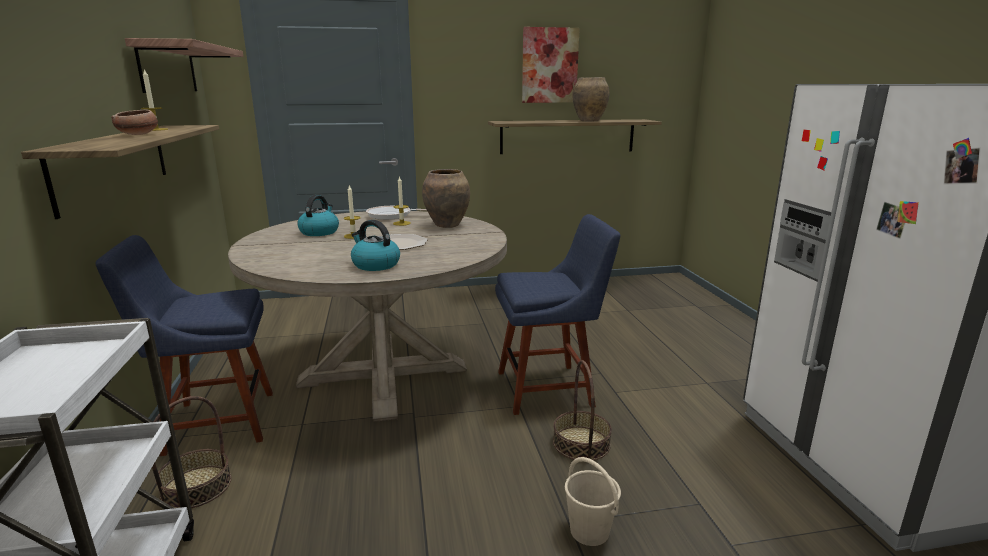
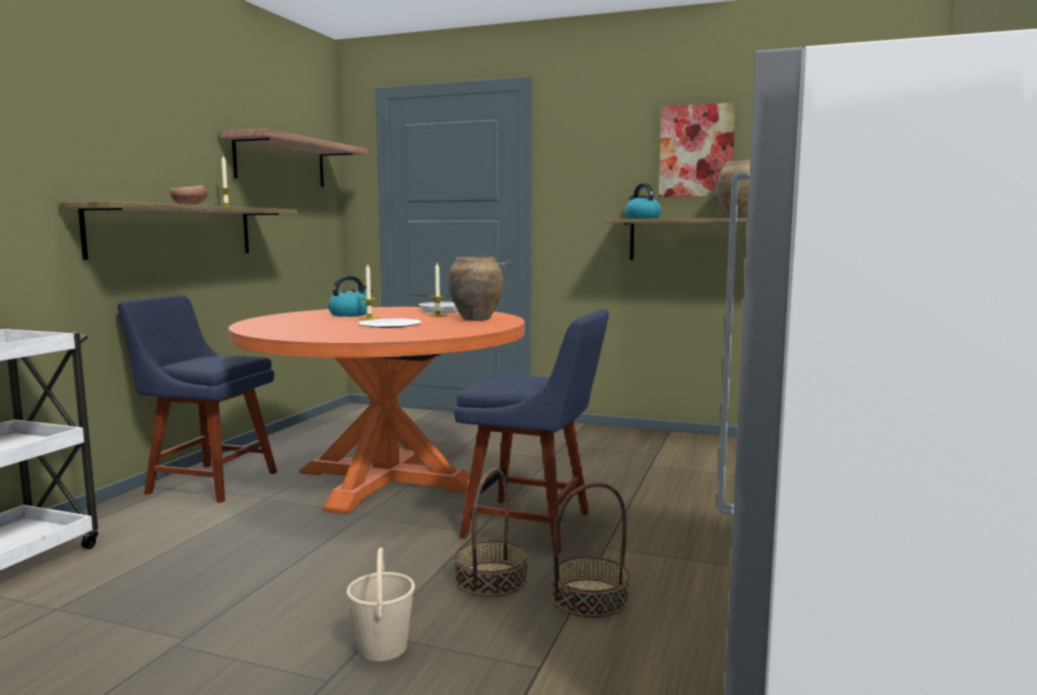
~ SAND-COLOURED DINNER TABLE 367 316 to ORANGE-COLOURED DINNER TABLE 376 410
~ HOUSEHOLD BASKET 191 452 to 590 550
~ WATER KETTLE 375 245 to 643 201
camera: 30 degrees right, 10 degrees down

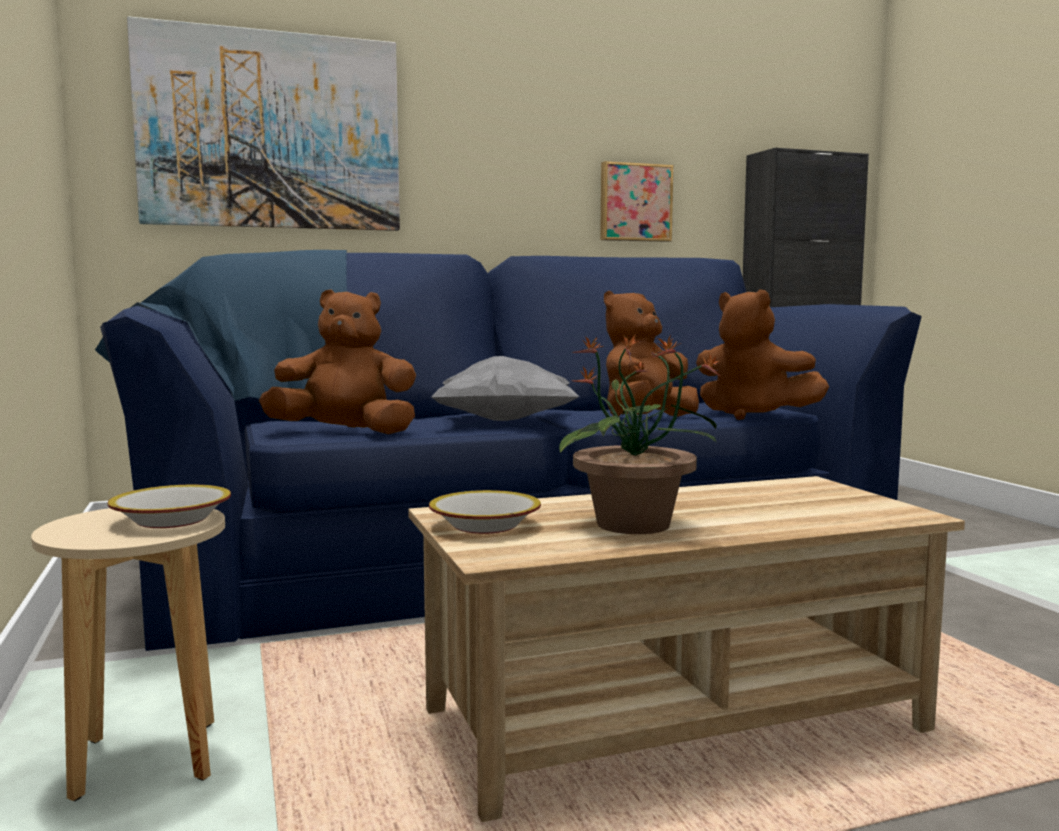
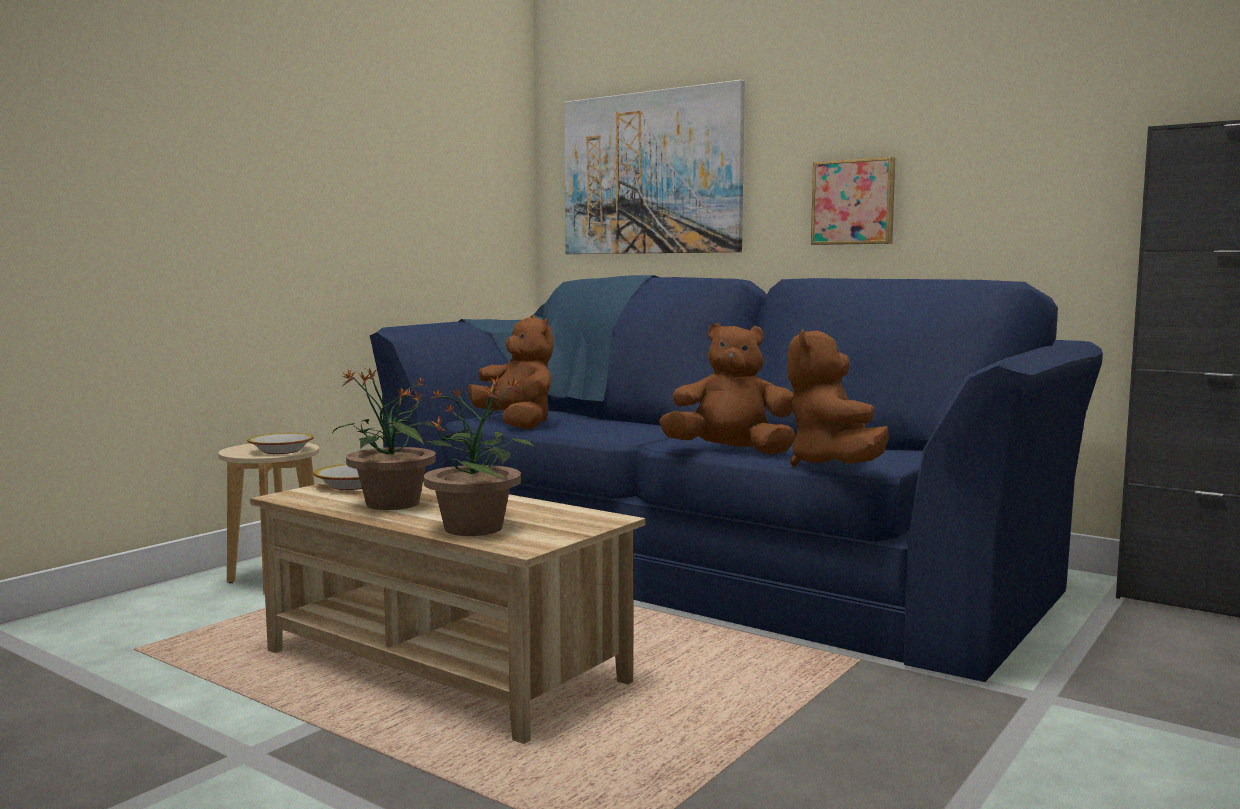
+ POTTED PLANT 479 455
~ WALL ART 637 201 to 853 201
- GREYISH THROW PILLOW 505 388
camera: 55 degrees right, 0 degrees up

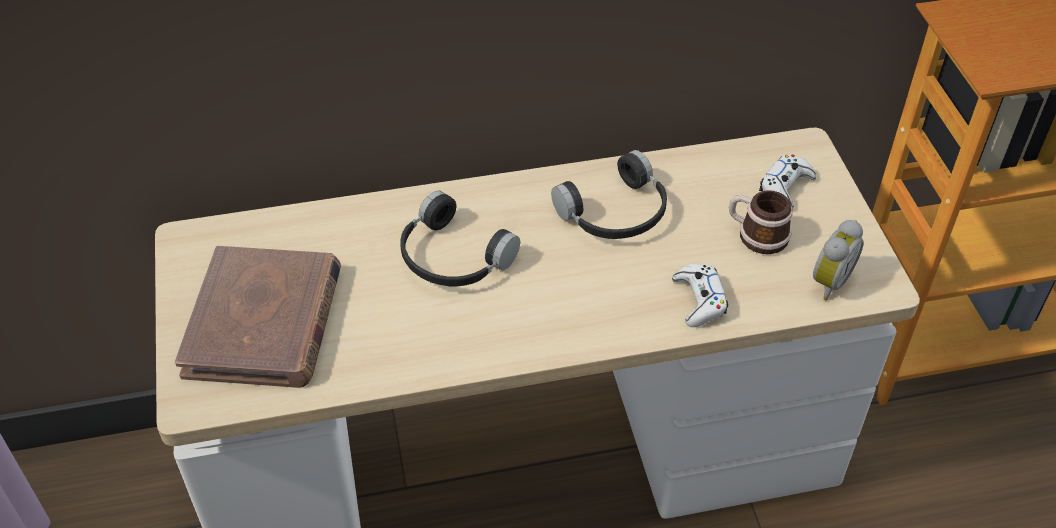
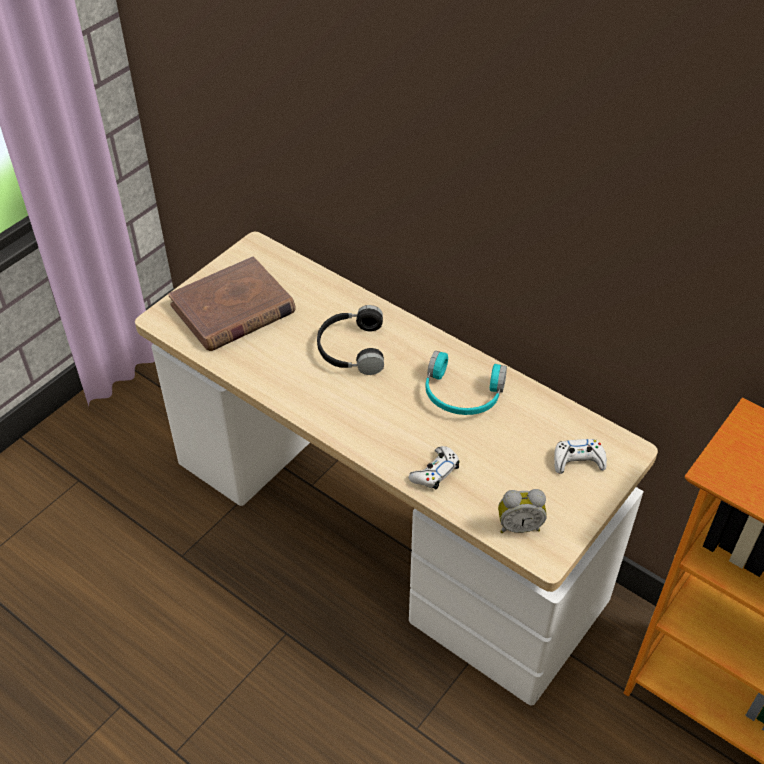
~ BLACKISH HEADSET 609 194 to TURQUOISE-COLOURED HEADSET 466 383
- COFFEE MUG 761 222
camera: 50 degrees right, 0 degrees up

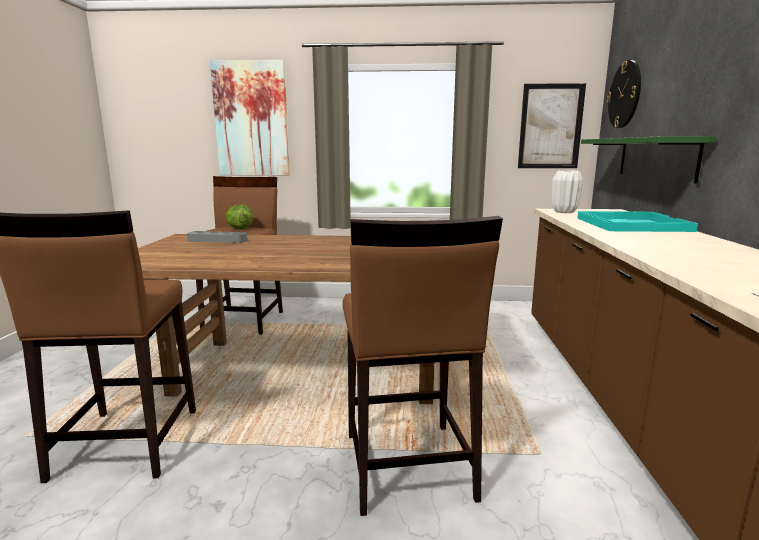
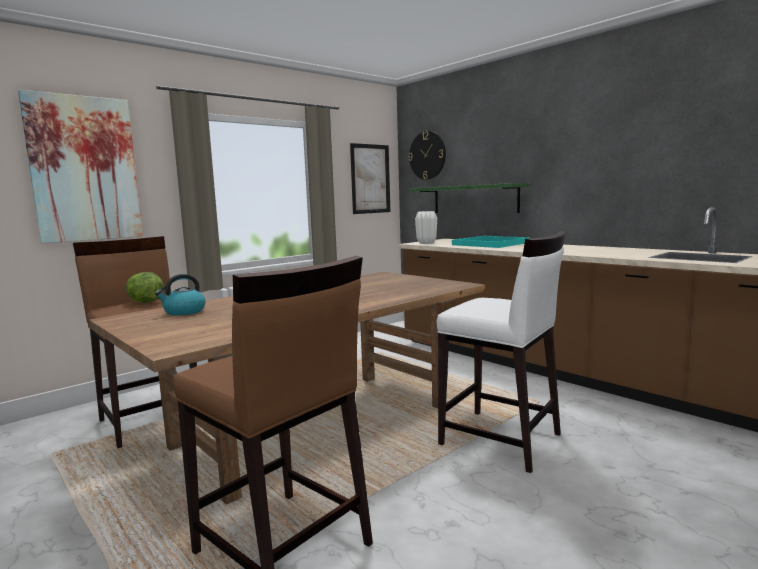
~ GREYISH TRAY 217 237 to WATER KETTLE 180 295
~ BROWN STOOL 422 366 to WHITE-COLOURED STOOL 501 352
camera: 45 degrees left, 5 degrees down

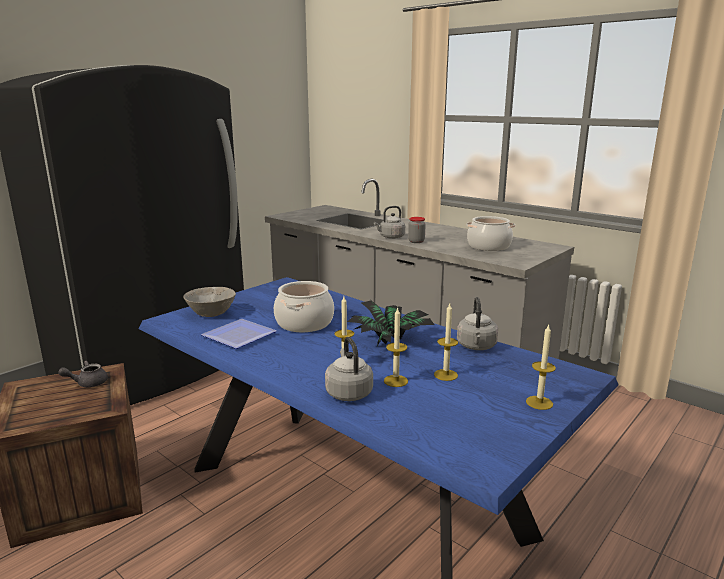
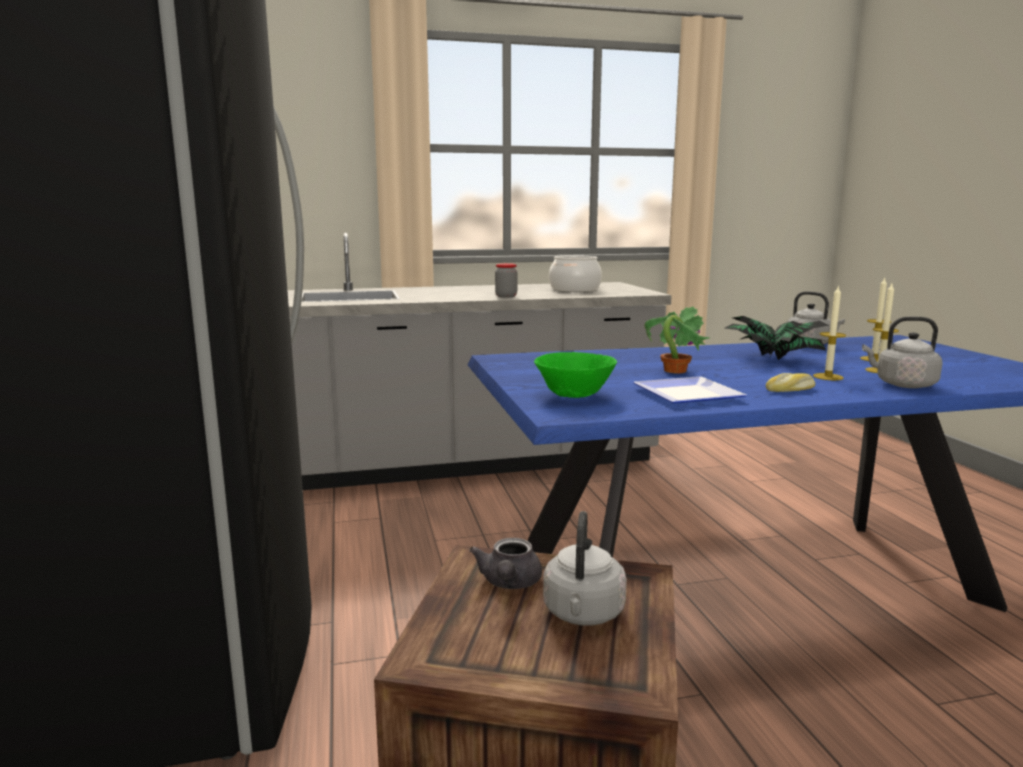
~ GREYISH SERVING BOWL 209 302 to GREEN SERVING BOWL 575 375
~ GREYISH WATER KETTLE 389 222 to 585 568
~ STOCKPOT 304 306 to POTTED PLANT 677 340
+ BAKED BREAD 790 382
- WAX CANDLE 541 367
camera: 55 degrees left, 5 degrees down

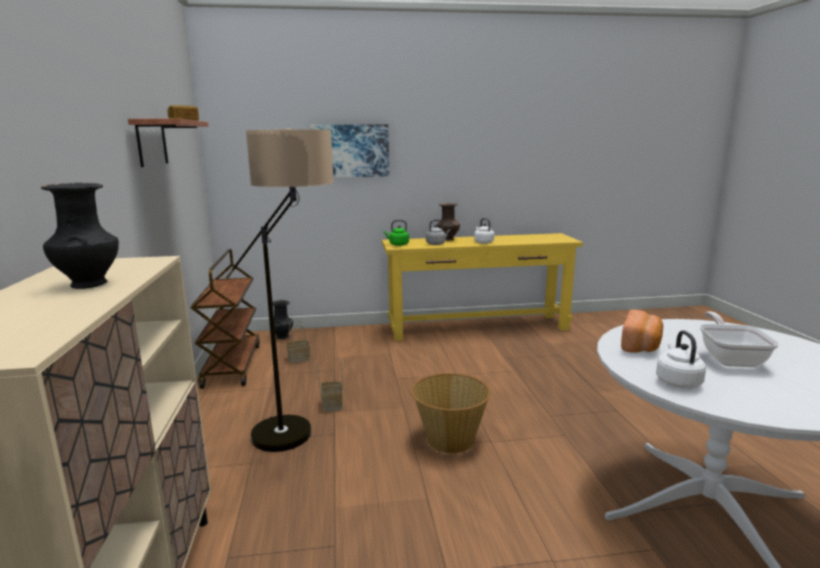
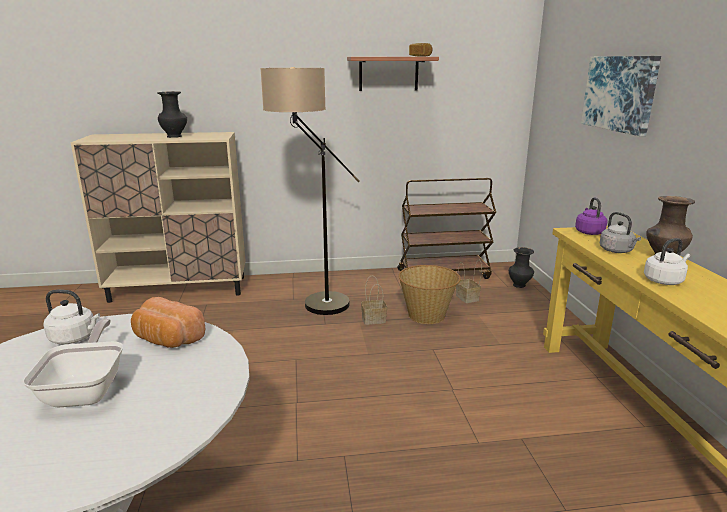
~ FRYING PAN 740 339 = 73 363 105 degrees counterclockwise
~ HOUSEHOLD BASKET 451 413 to 429 294
~ GREEN WATER KETTLE 396 233 to PURPLE WATER KETTLE 591 216
camera: 90 degrees right, 5 degrees up

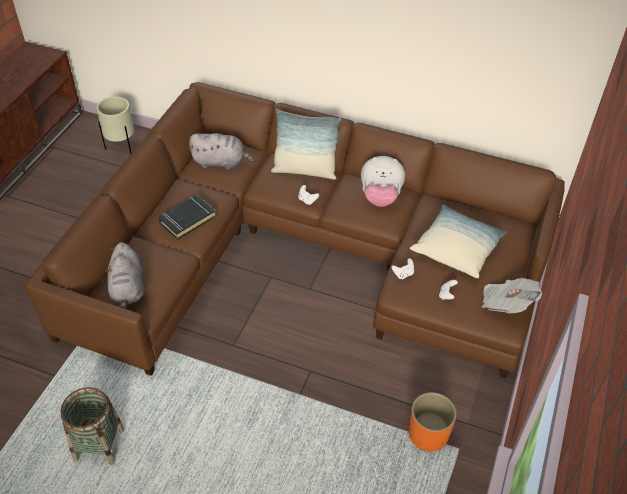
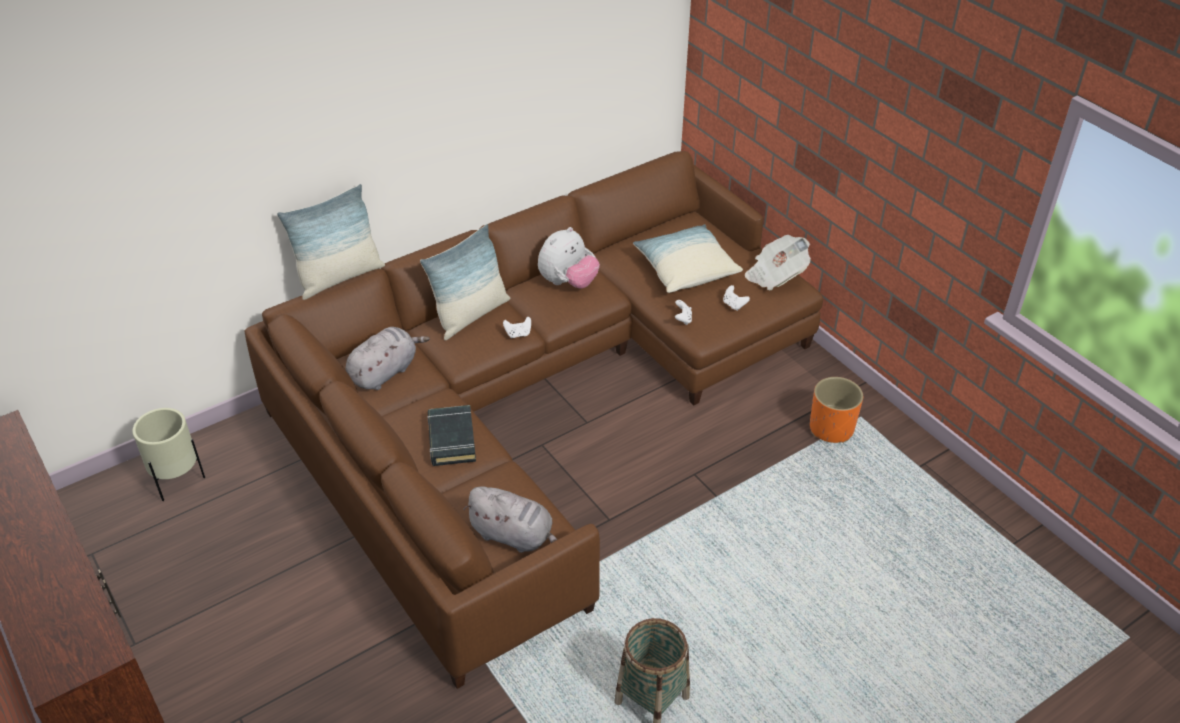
+ THROW PILLOW 331 242
camera: 55 degrees left, 5 degrees down

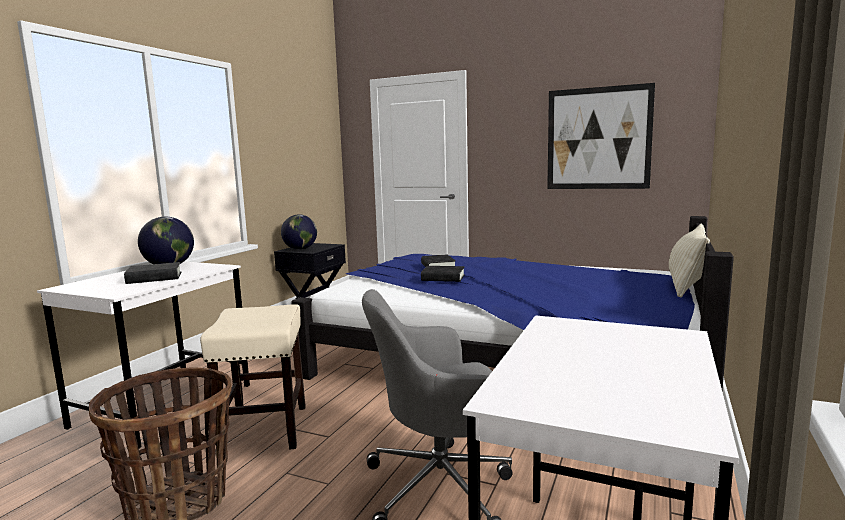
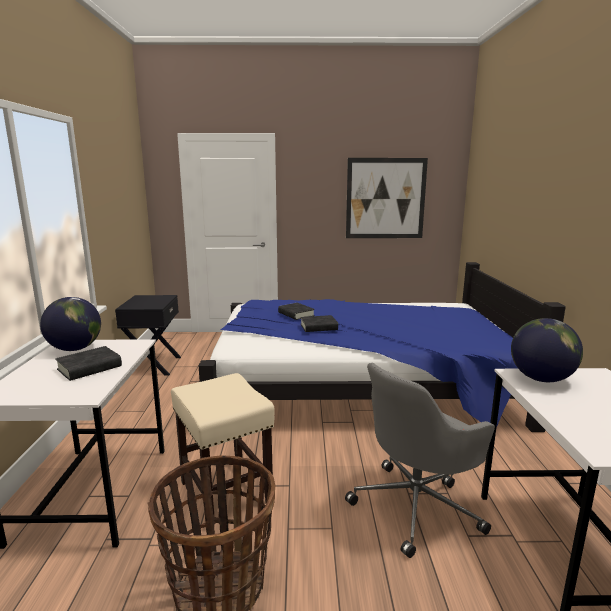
~ DESK GLOBE 299 232 to 547 350
- SAND-COLOURED THROW PILLOW 689 260
camera: 25 degrees left, 5 degrees up

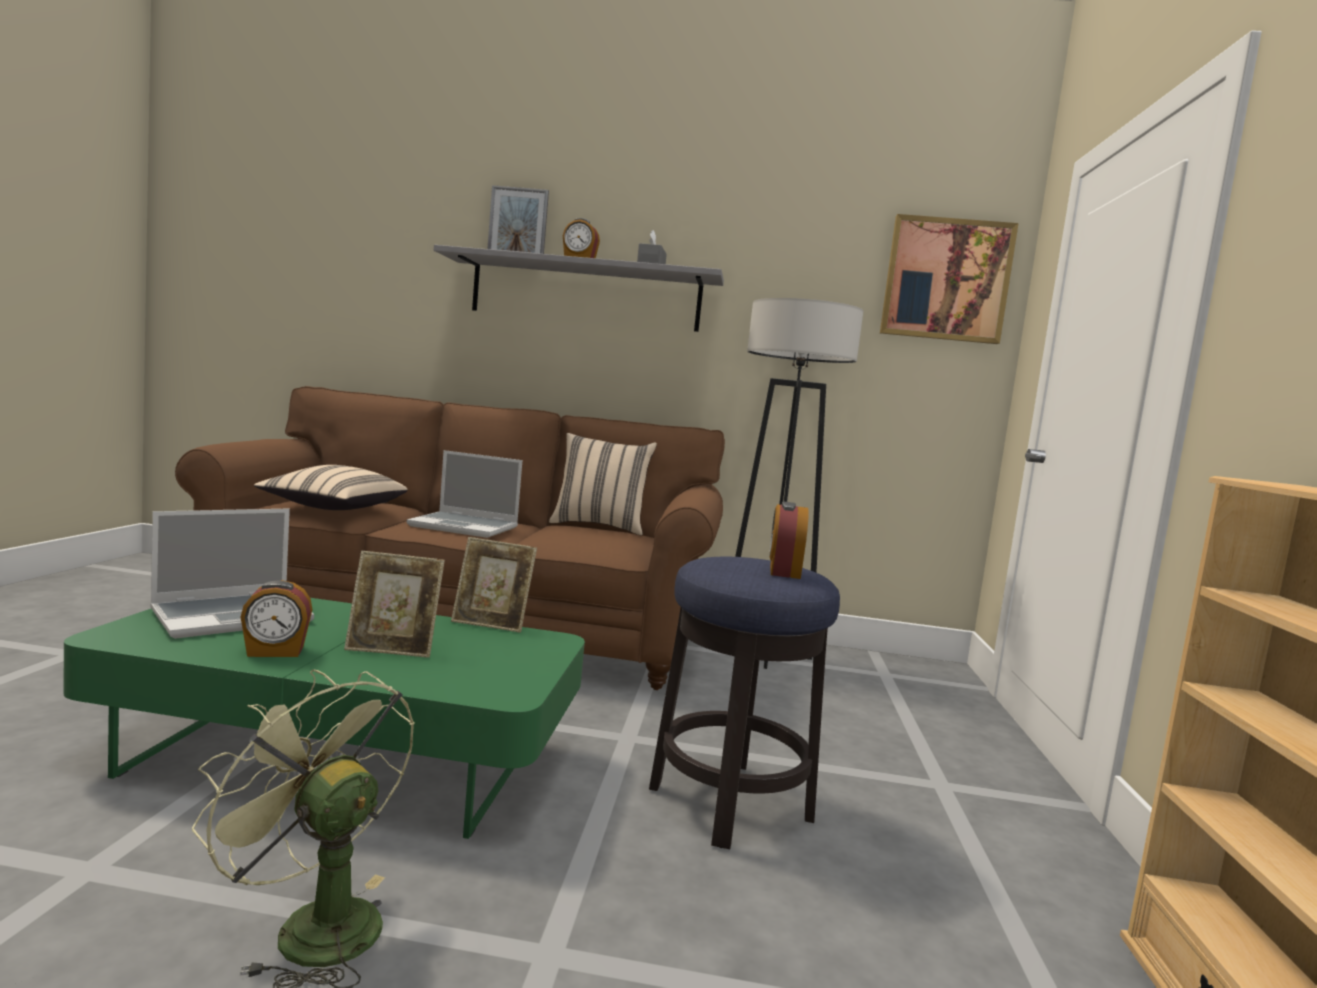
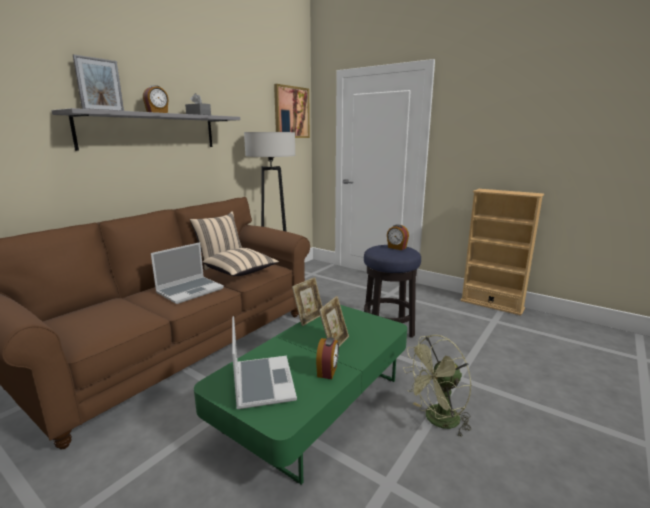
~ SAND-COLOURED THROW PILLOW 331 487 to 240 262
camera: 60 degrees left, 10 degrees up

